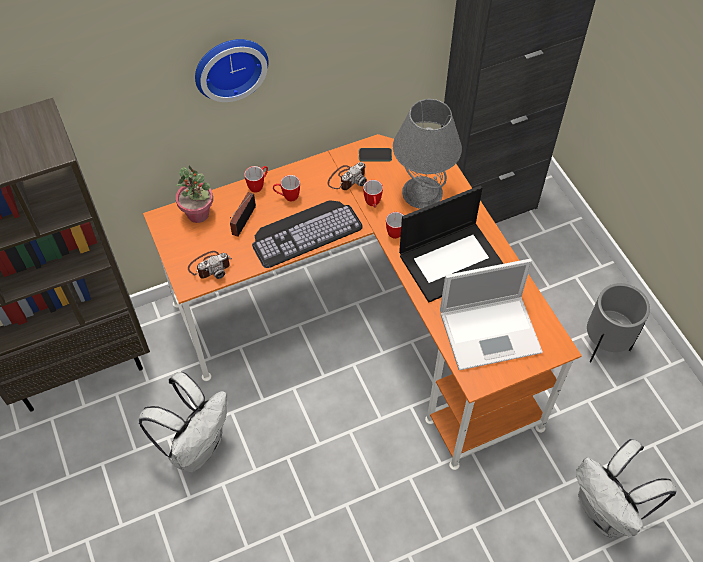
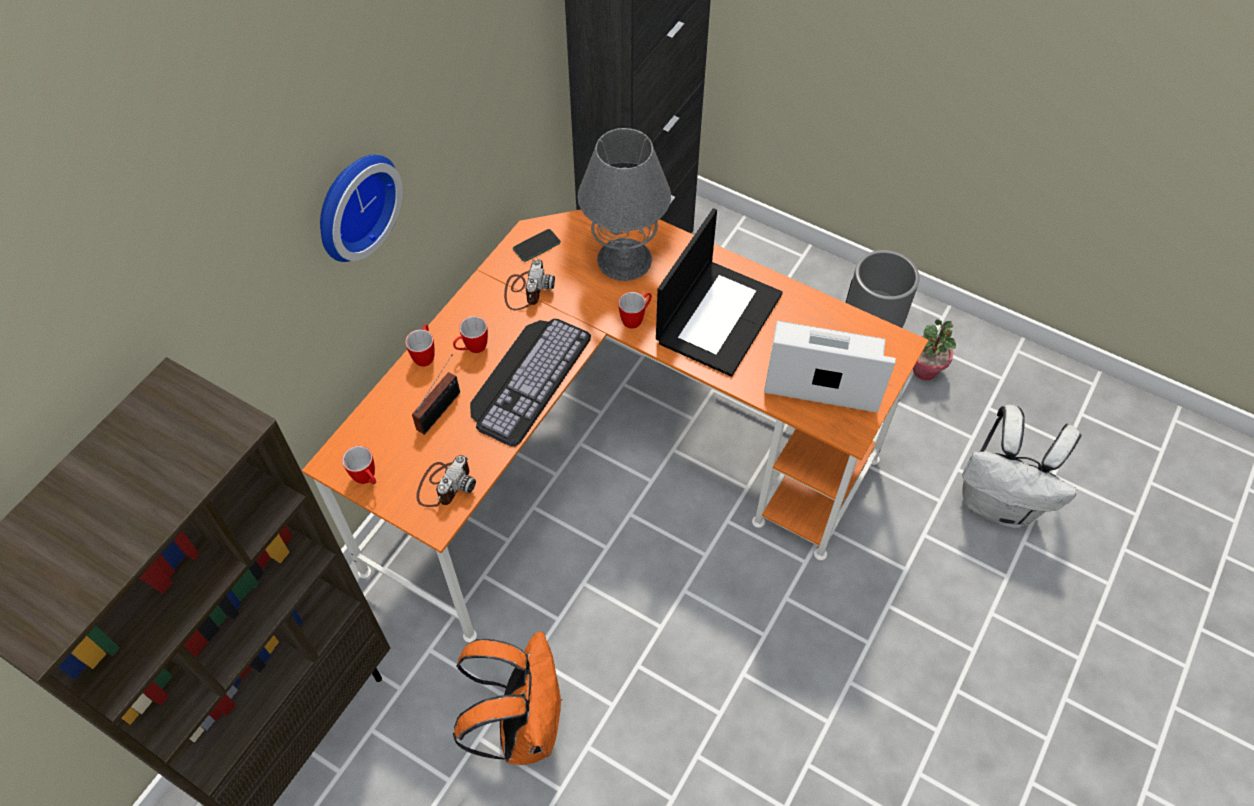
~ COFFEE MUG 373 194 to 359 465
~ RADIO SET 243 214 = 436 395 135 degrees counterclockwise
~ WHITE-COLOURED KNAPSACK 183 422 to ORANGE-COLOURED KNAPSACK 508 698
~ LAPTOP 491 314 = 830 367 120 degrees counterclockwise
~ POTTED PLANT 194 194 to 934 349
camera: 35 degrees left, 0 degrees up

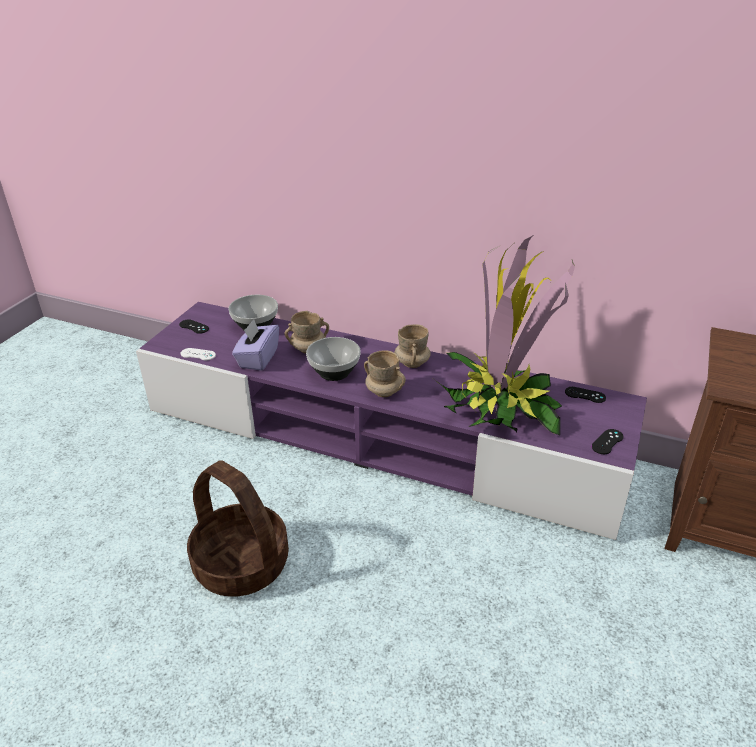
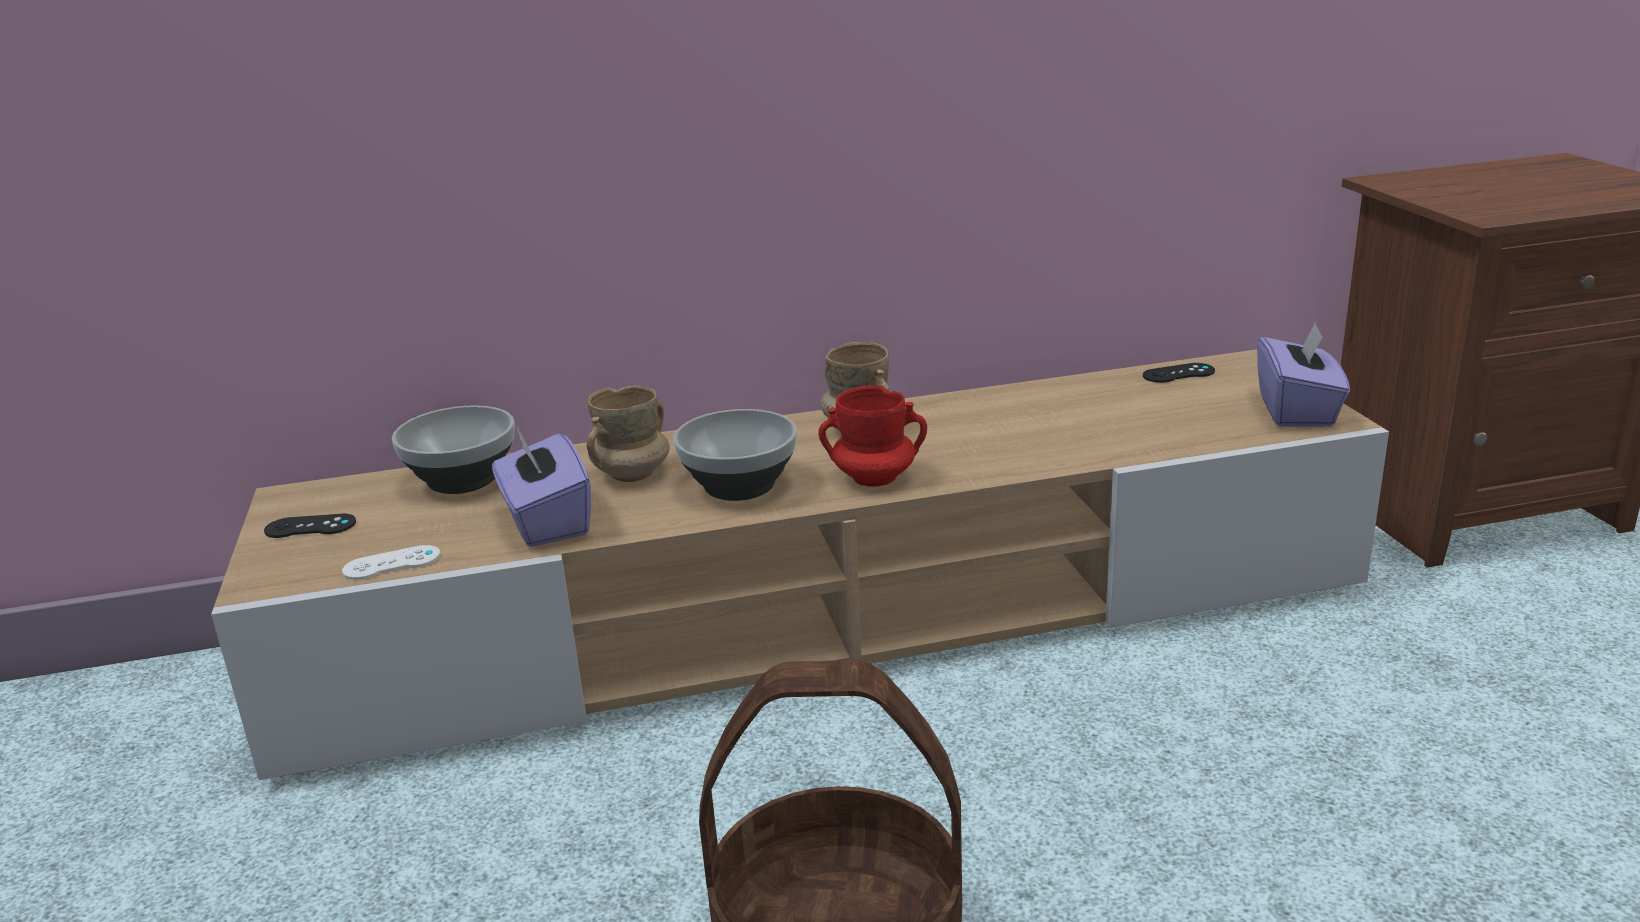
~ PURPLE MEDIA CONSOLE 391 421 to SAND-COLOURED MEDIA CONSOLE 800 565
~ SAND-COLOURED COFFEE MUG 385 373 to RED COFFEE MUG 872 436
~ BLACKISH GAME CONTROLLER 608 441 to PURPLE TISSUE BOX 1303 374
- POTTED PLANT 505 335
camera: 35 degrees left, 10 degrees down

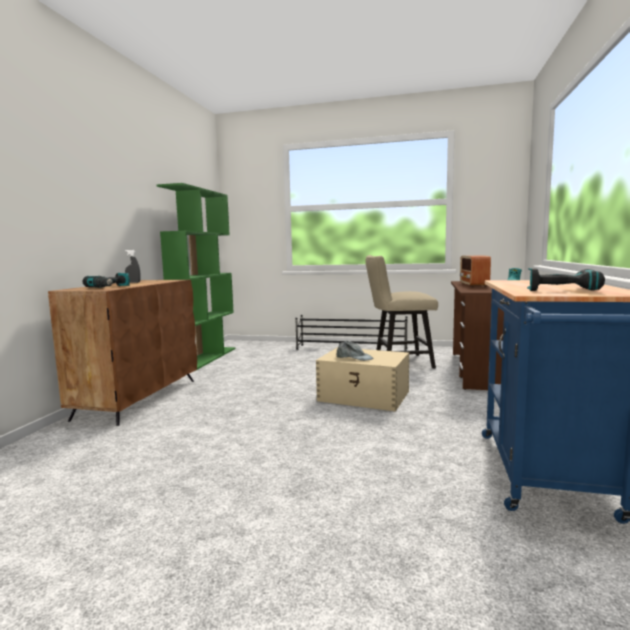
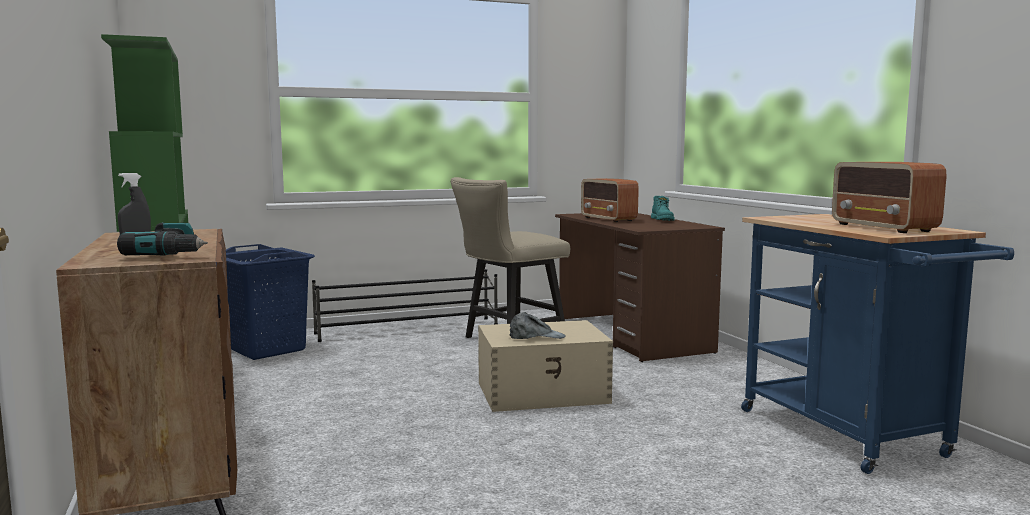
+ BLUISH HAMPER 270 302
~ ELECTRIC DRILL 566 279 to RADIO SET 889 197
camera: 35 degrees left, 0 degrees up

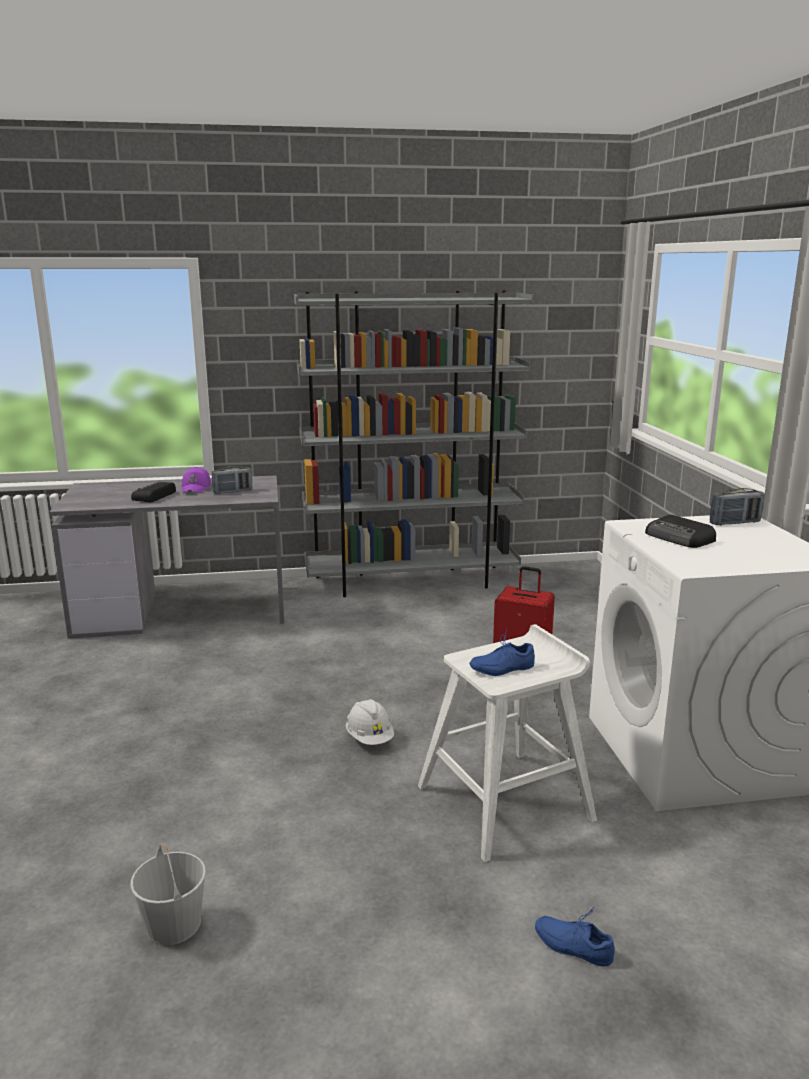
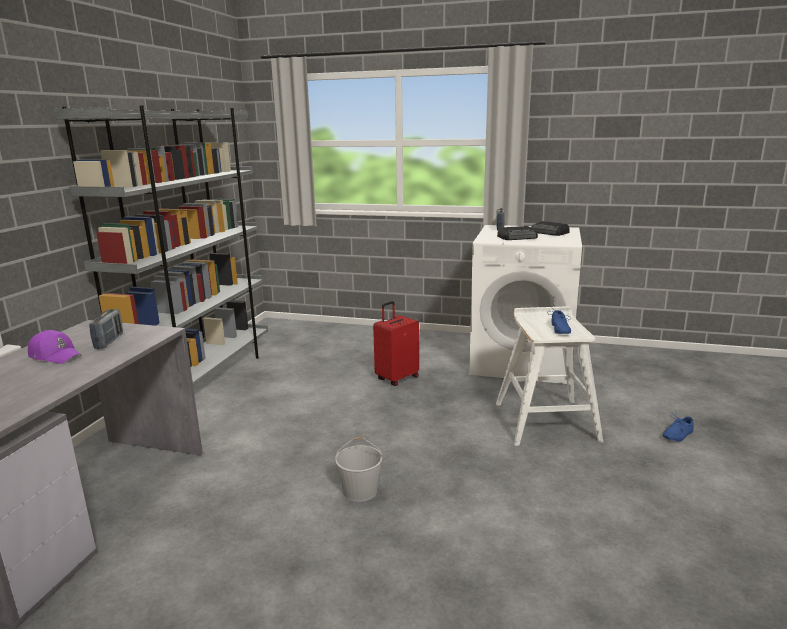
~ WHITE-COLOURED BUCKET 168 894 to 358 469
~ RADIO SET 153 492 to 550 228
- WHITE-COLOURED SAFETY HELMET 370 722
camera: 65 degrees left, 0 degrees up

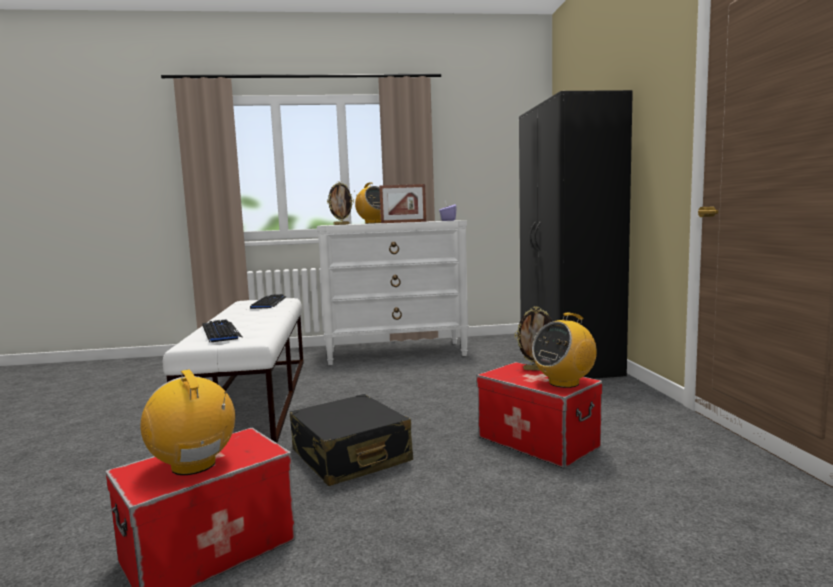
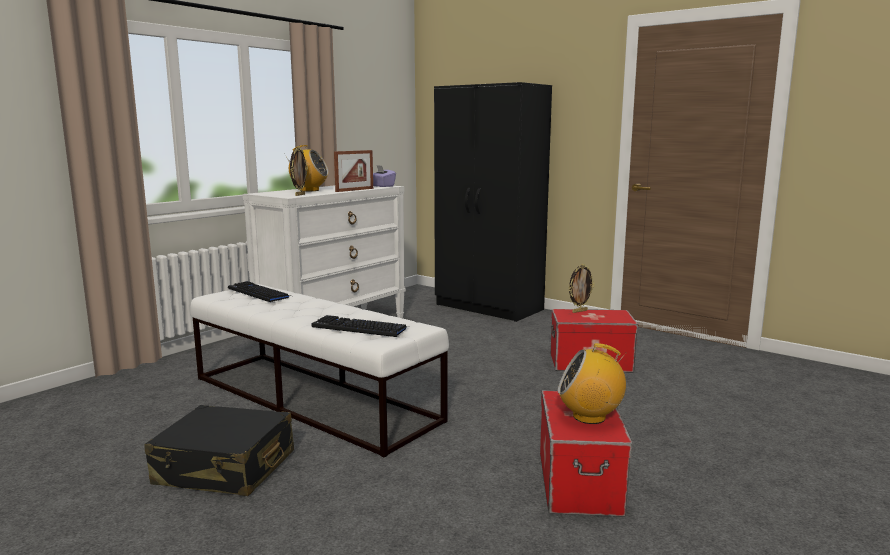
~ BLACKISH TRAVEL CASE 351 440 to 219 450
- RADIO SET 564 350
camera: 45 degrees left, 5 degrees up

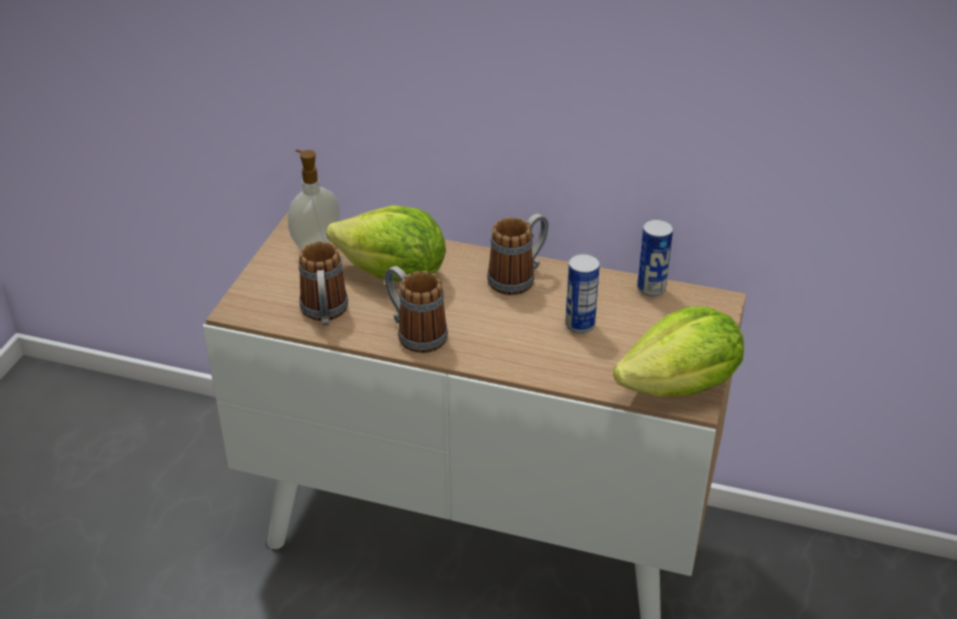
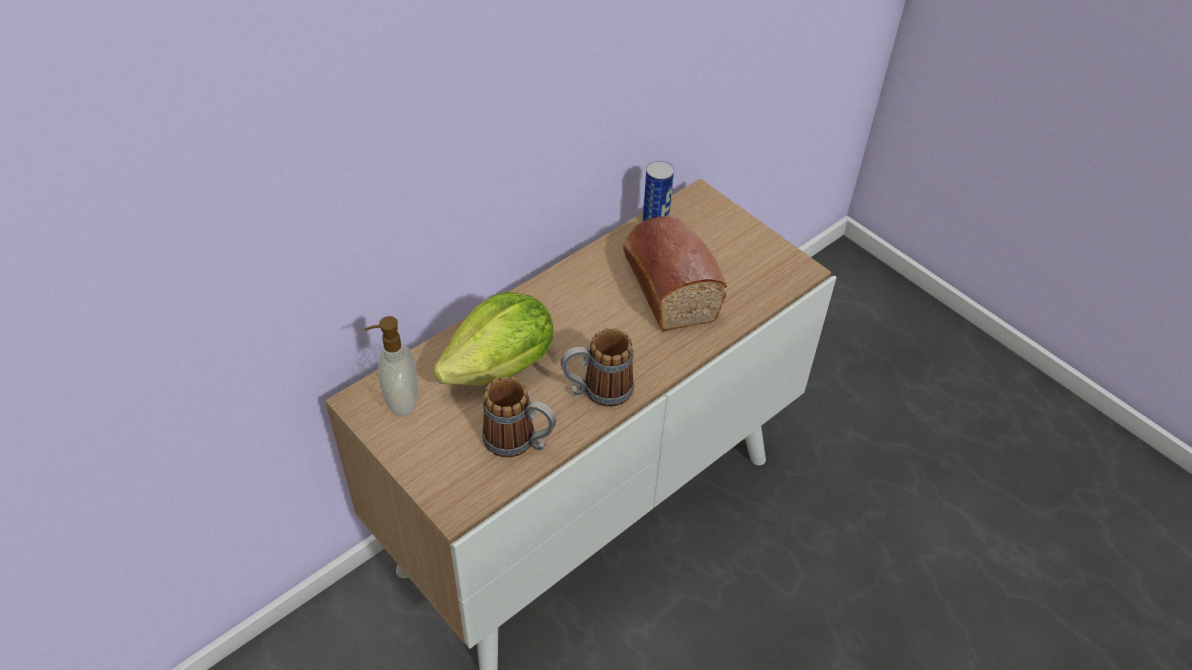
~ METAL CAN 582 294 to BAKED BREAD 675 273
- COFFEE MUG 518 254
- LETTUCE HEAD 678 351
camera: 60 degrees left, 10 degrees up

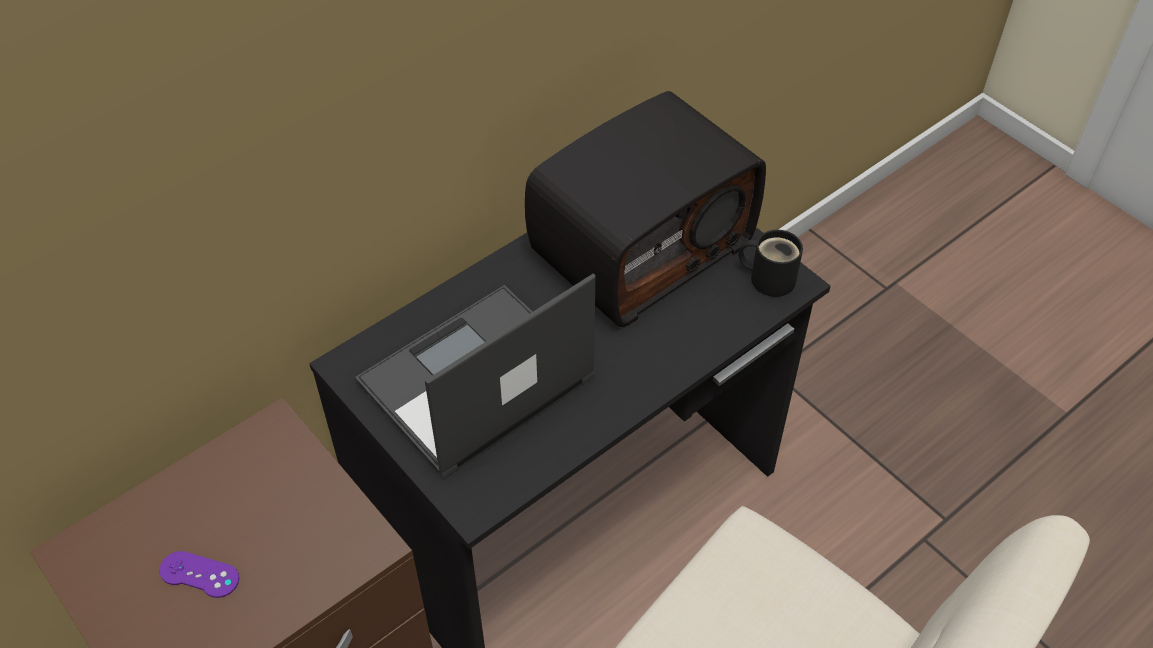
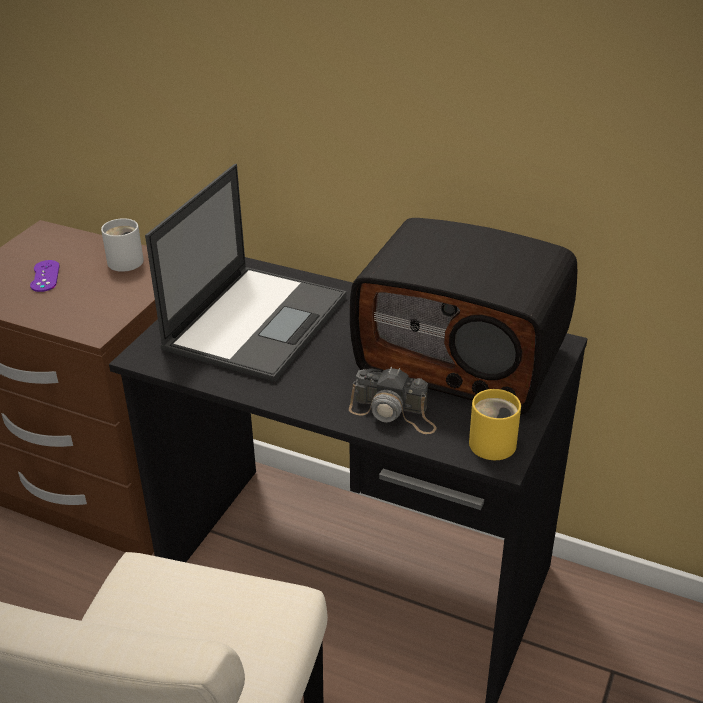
+ WHITE-COLOURED COFFEE MUG 122 245
~ LAPTOP 475 376 = 246 273 90 degrees clockwise
+ PHOTO CAMERA 393 400
~ BLACKISH COFFEE MUG 771 263 to YELLOWISH COFFEE MUG 495 424
camera: 65 degrees right, 15 degrees down

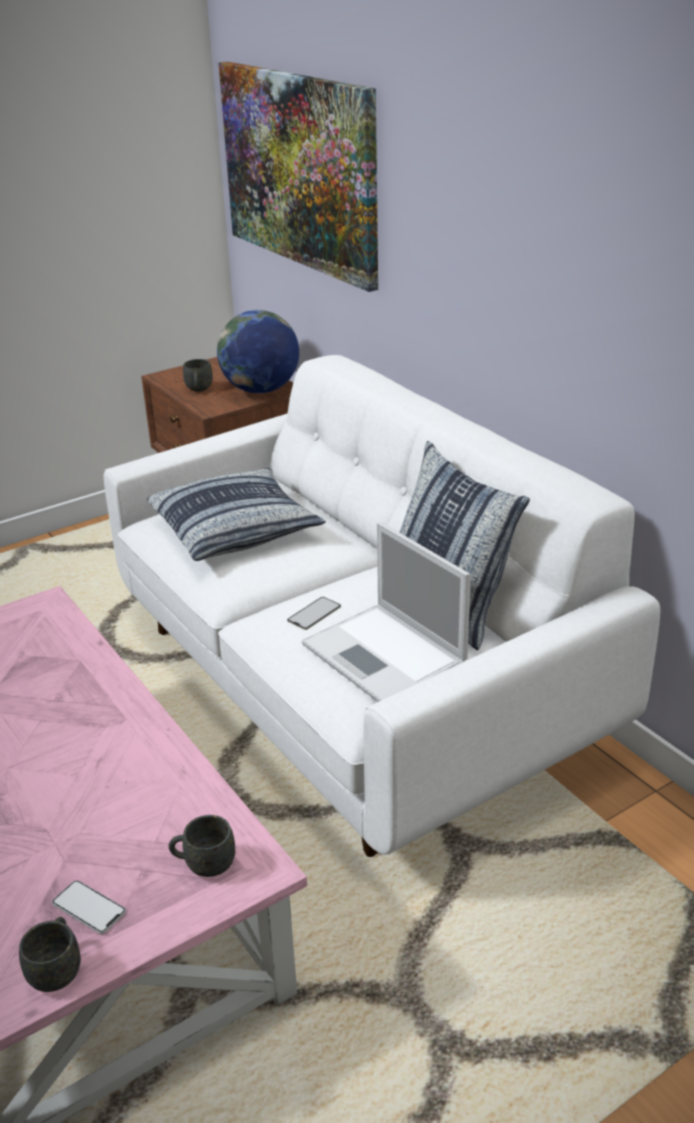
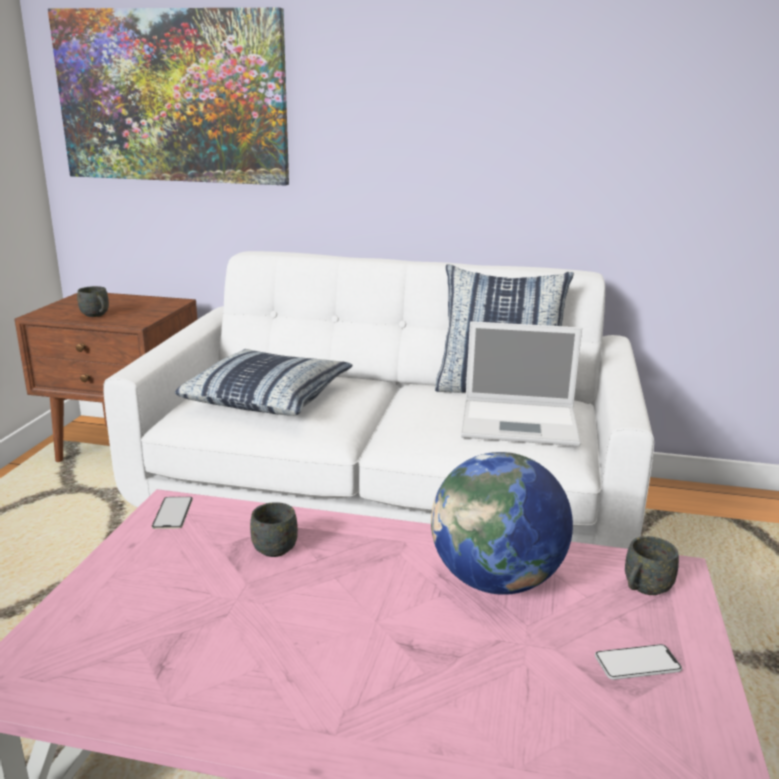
~ PHONE 314 613 to 172 513
~ GREYISH COFFEE MUG 50 954 to 274 529
~ DESK GLOBE 258 352 to 502 523
camera: 45 degrees left, 10 degrees down

